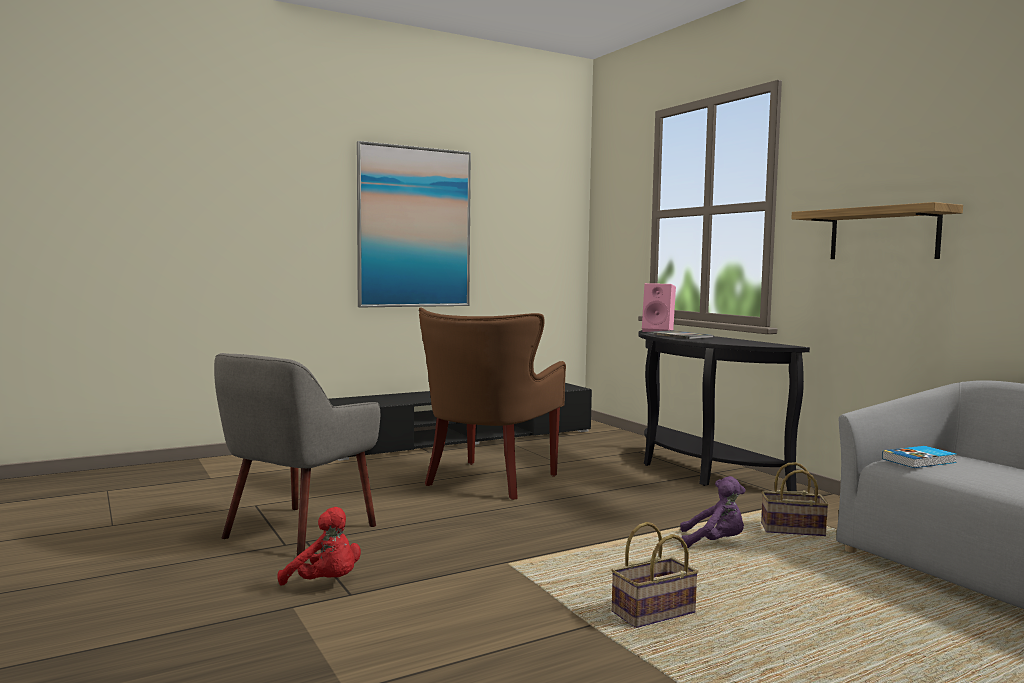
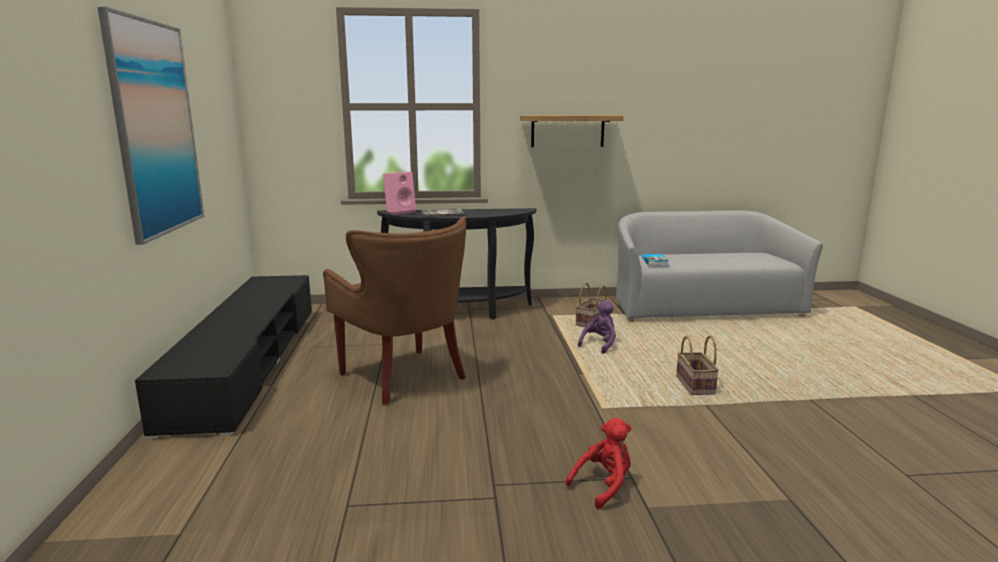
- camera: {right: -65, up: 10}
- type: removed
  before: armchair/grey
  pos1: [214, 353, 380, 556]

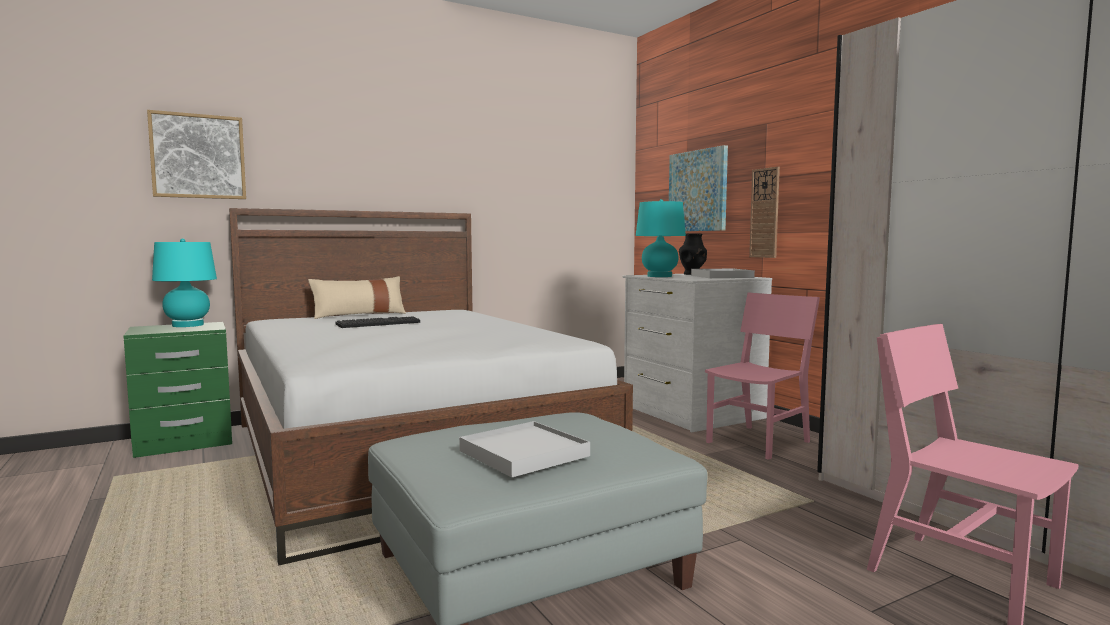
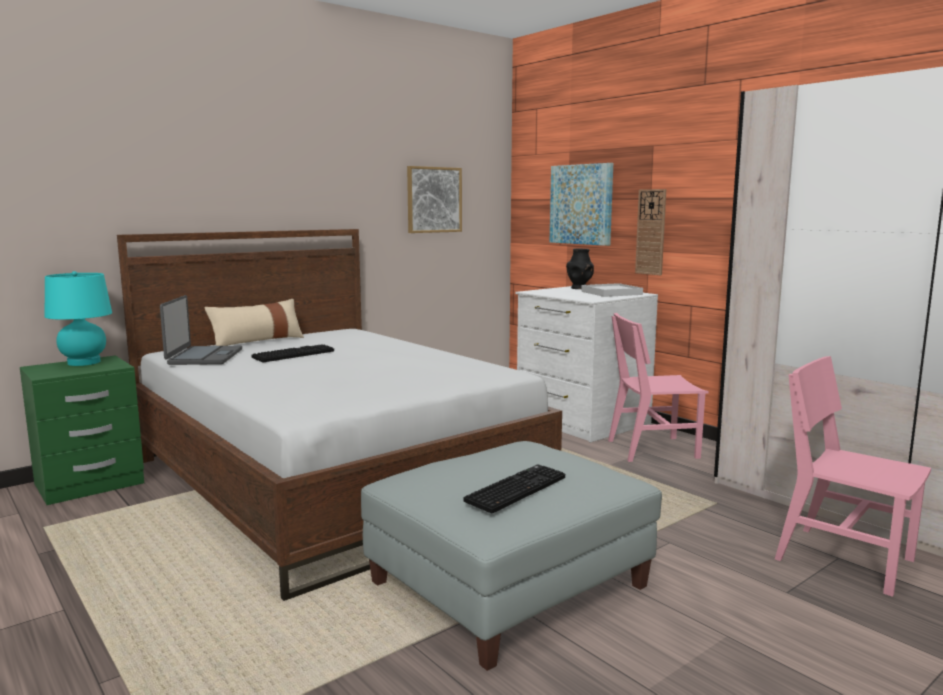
- camera: {right: -10, up: 5}
- type: added
  after: laptop
  pos2: [160, 295, 242, 365]
- type: moved
  before: picture
  pos1: [147, 110, 246, 199]
  pos2: [407, 166, 462, 233]
- type: replaced
  before: tray/white
  after: keyboard
  pos1: [459, 421, 590, 477]
  pos2: [463, 464, 565, 514]
- type: turned
  before: chair/pink
  pos1: [705, 292, 820, 460]
  pos2: [608, 313, 708, 462]
  turn: -135
- type: removed
  before: table lamp/turquoise
  pos1: [636, 199, 686, 277]

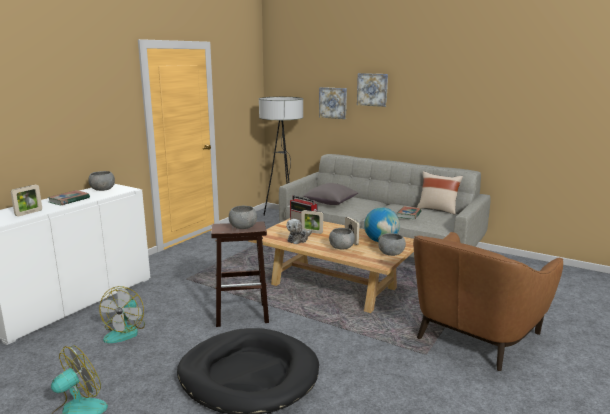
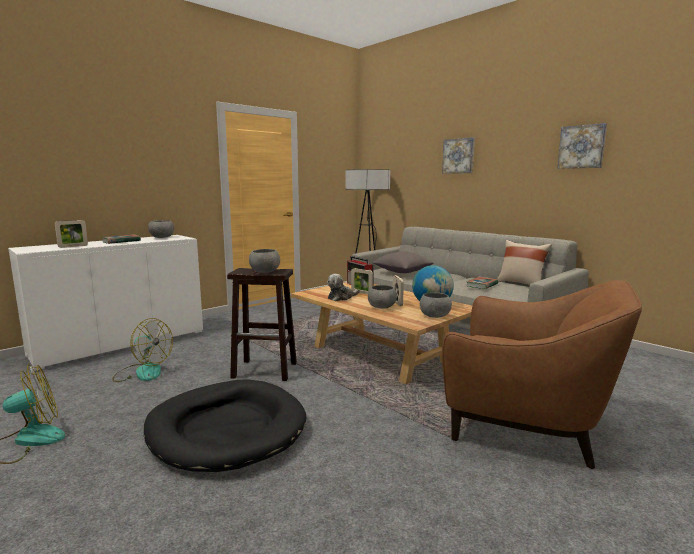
- camera: {right: 15, up: -5}
- type: turned
  before: fan
  pos1: [99, 286, 145, 343]
  pos2: [112, 318, 173, 382]
  turn: -90
- type: turned
  before: armchair/brown
  pos1: [413, 232, 563, 371]
  pos2: [442, 280, 642, 469]
  turn: -120
- type: moved
  before: picture
  pos1: [319, 87, 347, 119]
  pos2: [557, 123, 607, 169]

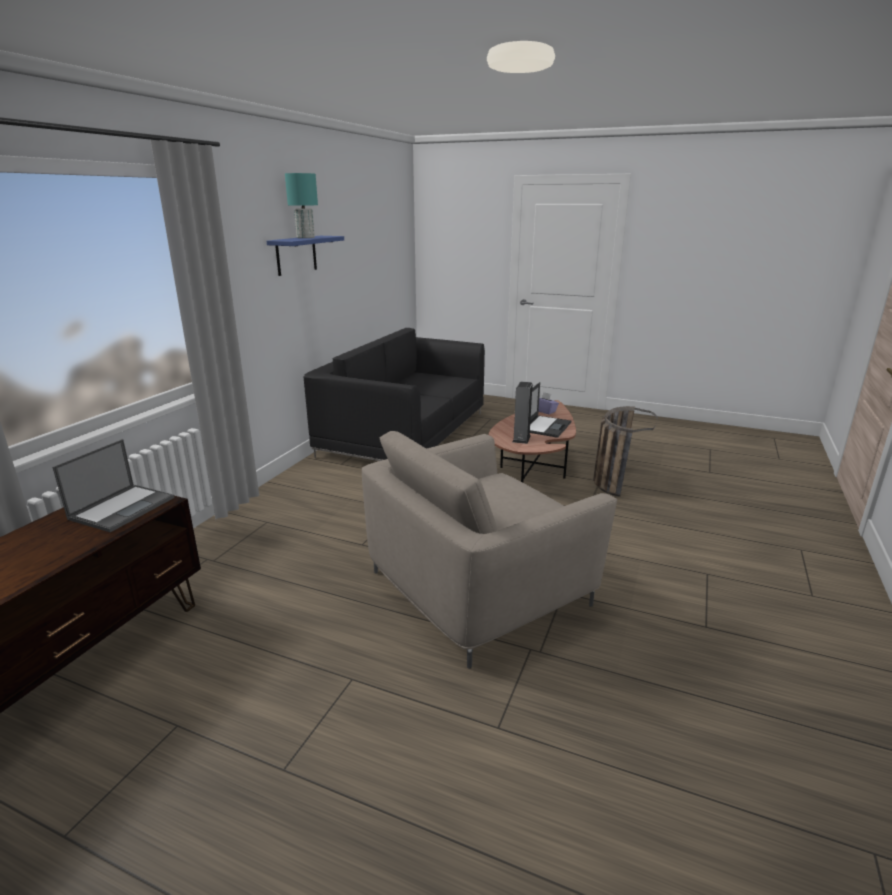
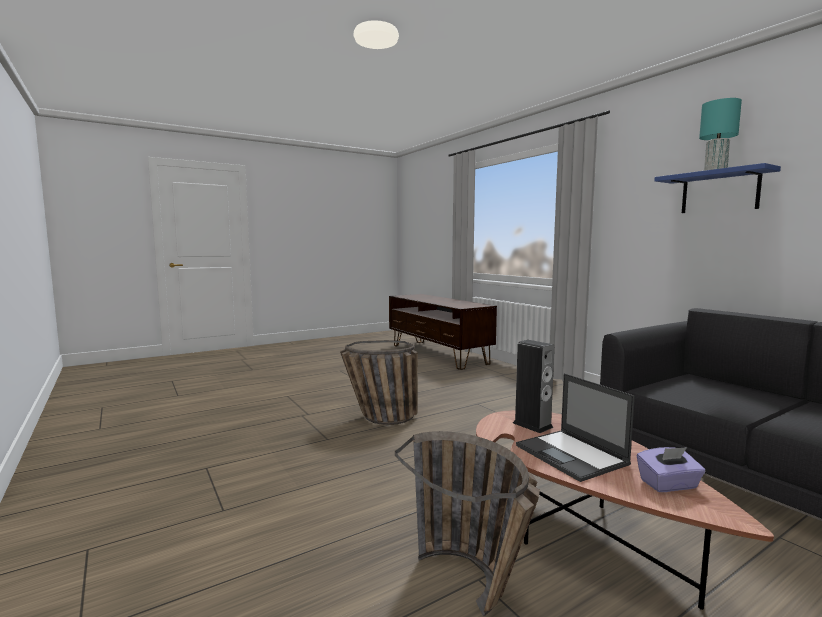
- camera: {right: 125, up: -15}
- type: replaced
  before: armchair/beige
  after: basket
  pos1: [362, 431, 617, 669]
  pos2: [340, 340, 418, 425]
- type: removed
  before: laptop
  pos1: [53, 439, 174, 532]

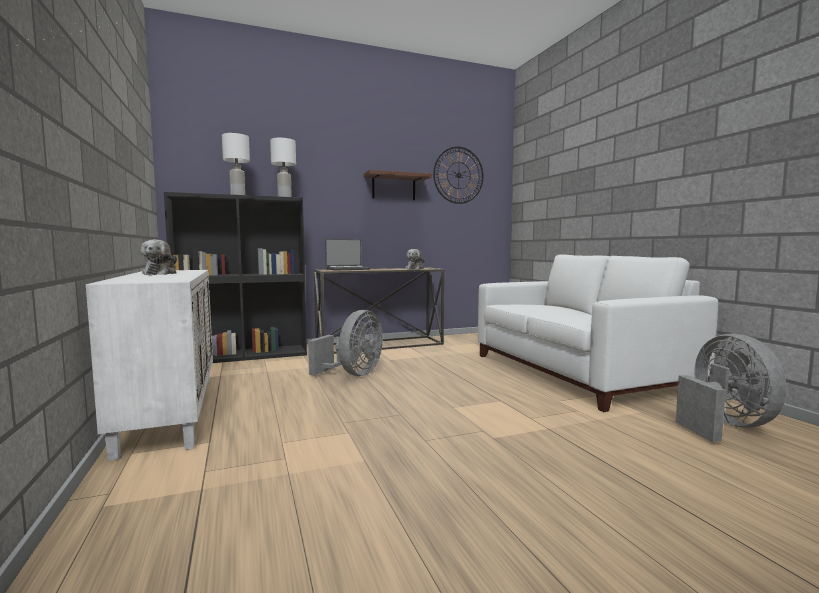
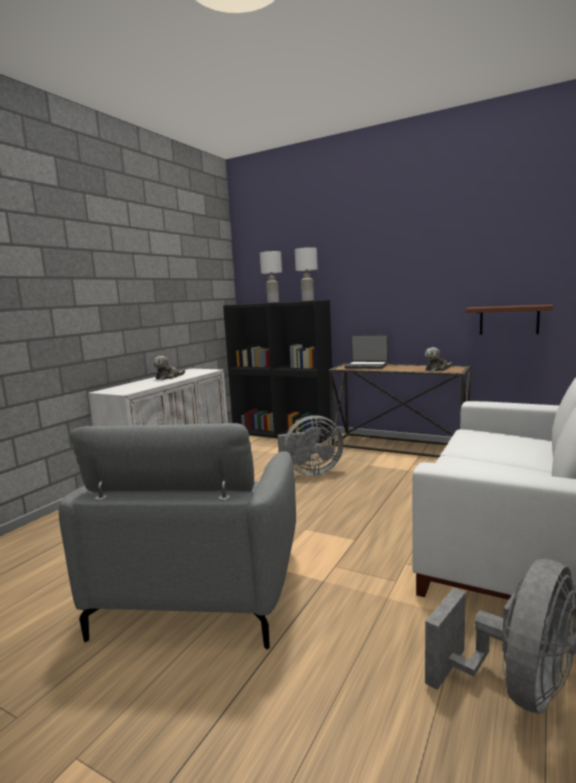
- camera: {right: 50, up: 5}
- type: added
  after: armchair/grey
  pos2: [59, 423, 296, 649]
- type: moved
  before: shelf/brown
  pos1: [363, 170, 432, 200]
  pos2: [465, 304, 553, 335]
- type: removed
  before: wall clock
  pos1: [433, 147, 483, 204]

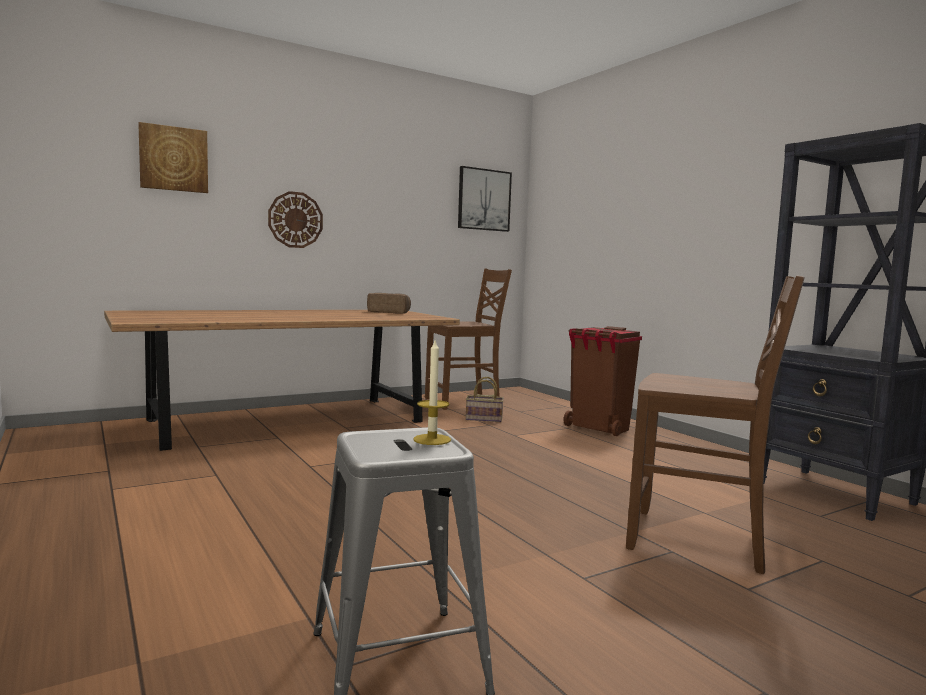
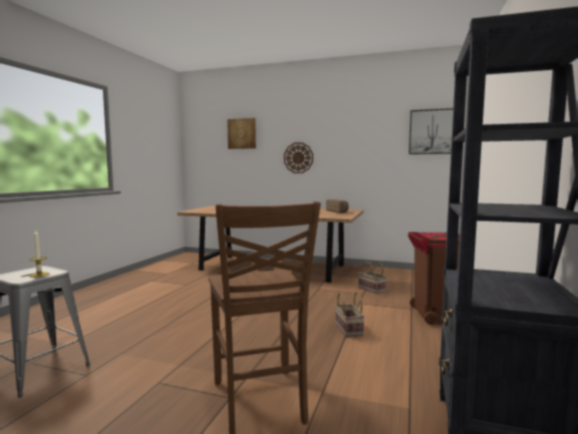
- camera: {right: 50, up: 0}
- type: added
  after: basket
  pos2: [335, 291, 365, 337]
- type: removed
  before: chair/brown
  pos1: [425, 269, 512, 410]

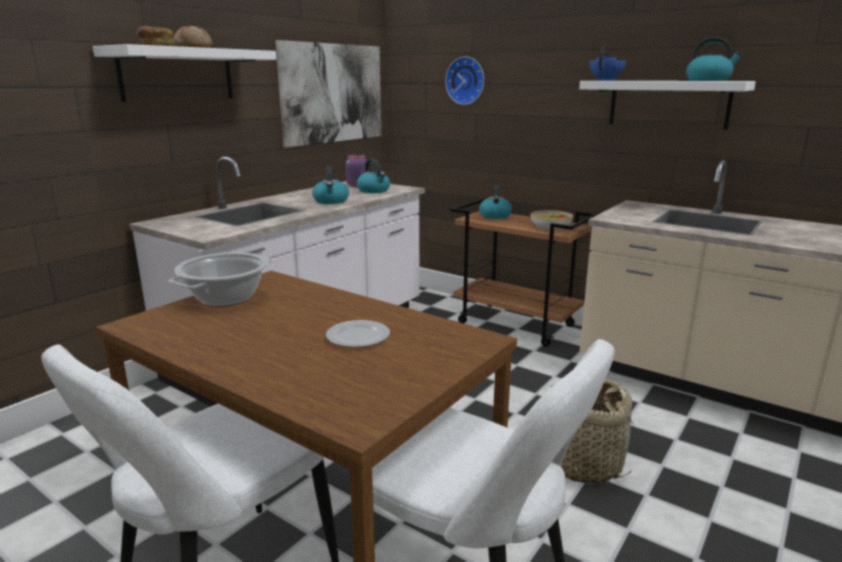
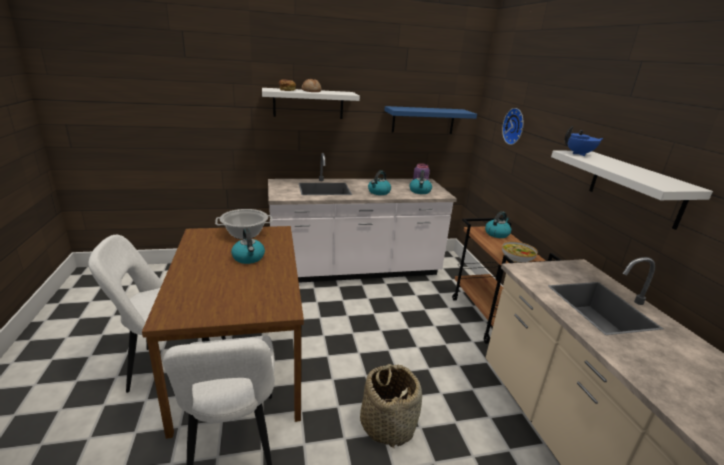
- camera: {right: 40, up: 5}
- type: moved
  before: kettle
  pos1: [686, 37, 743, 81]
  pos2: [231, 228, 265, 264]
- type: replaced
  before: picture
  after: shelf/blue
  pos1: [275, 40, 381, 148]
  pos2: [384, 106, 477, 134]
- type: removed
  before: plate
  pos1: [326, 320, 390, 347]

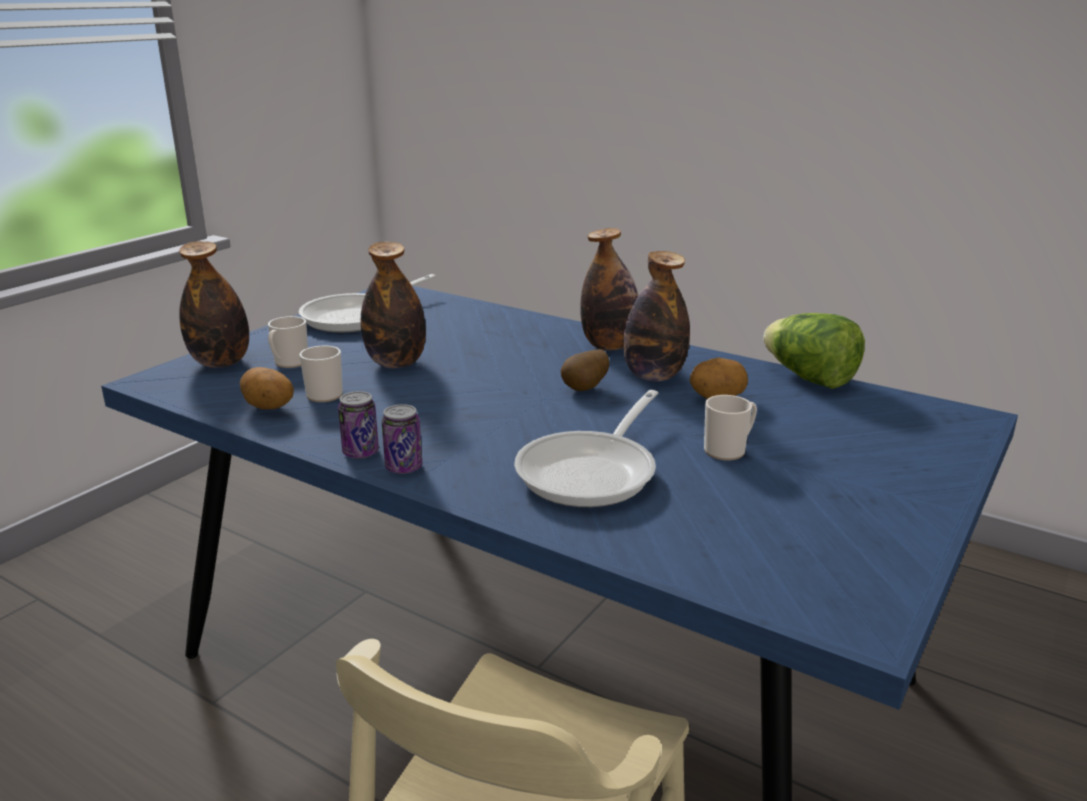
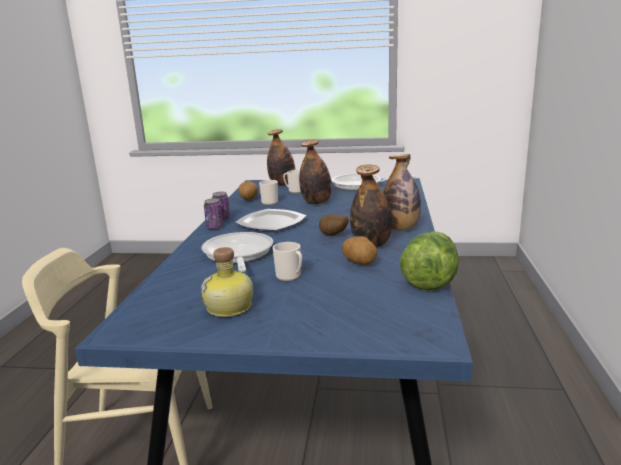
- camera: {right: 65, up: -5}
- type: turned
  before: frying pan
  pos1: [514, 390, 658, 507]
  pos2: [201, 232, 273, 272]
  turn: 75
- type: added
  after: bottle
  pos2: [201, 247, 253, 317]
- type: added
  after: plate
  pos2: [235, 209, 307, 231]

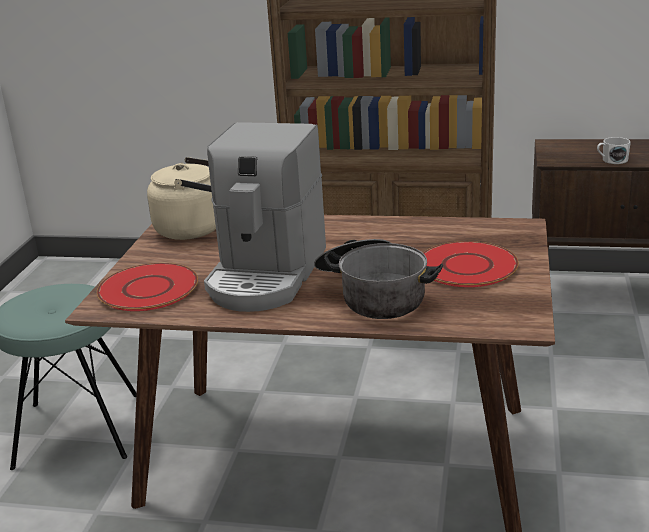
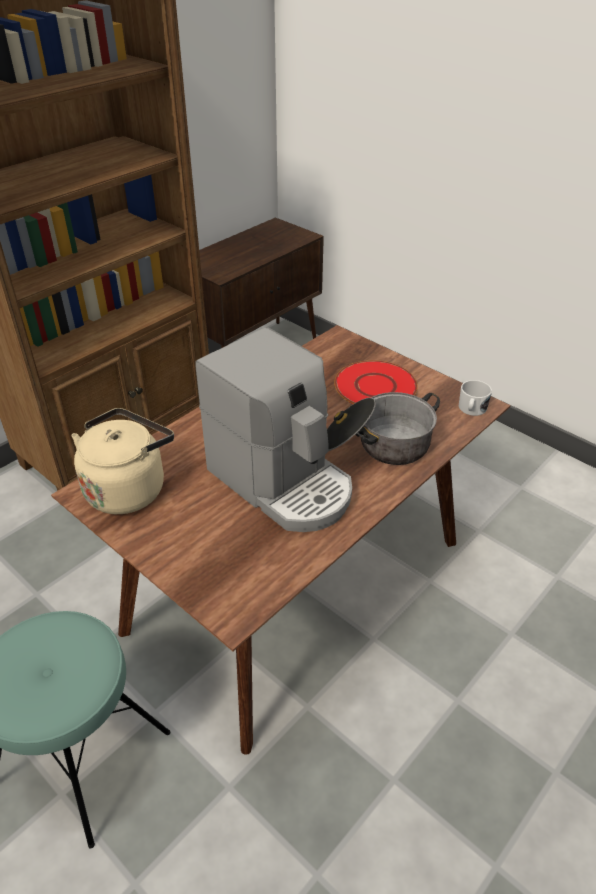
- camera: {right: -60, up: 15}
- type: moved
  before: mug/white
  pos1: [597, 137, 631, 164]
  pos2: [459, 380, 492, 416]
- type: removed
  before: plate/red
  pos1: [97, 263, 198, 311]

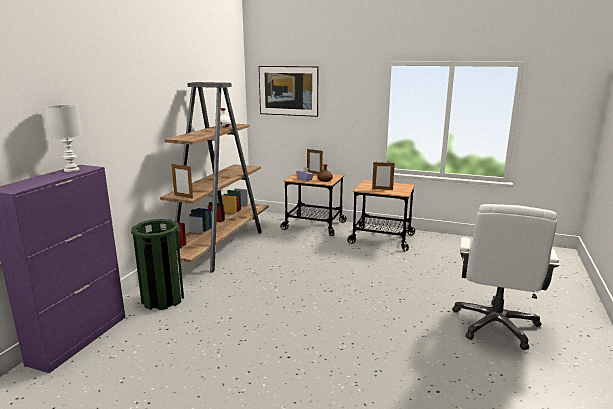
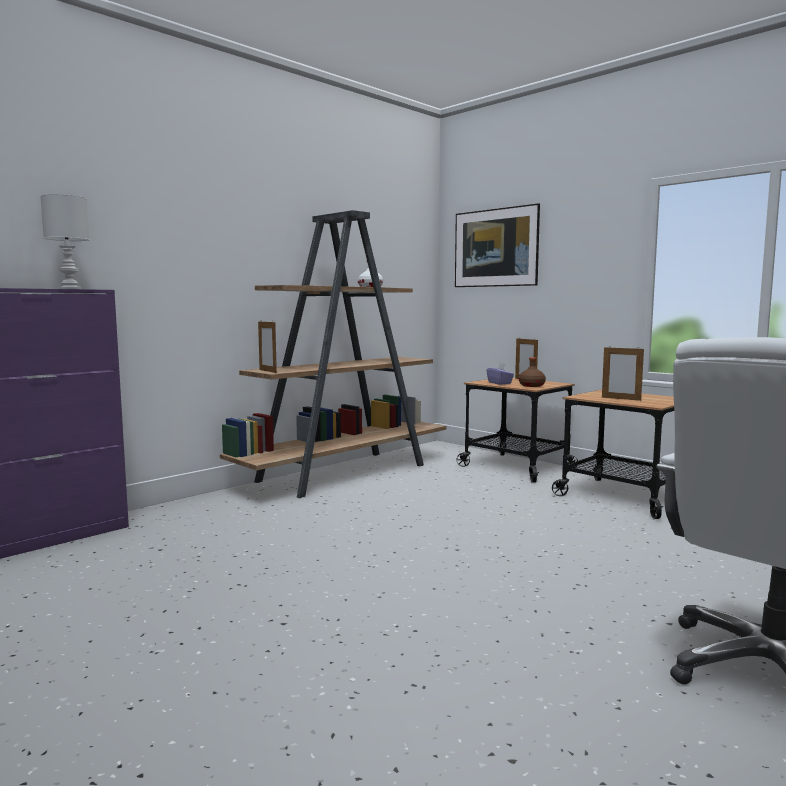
- camera: {right: 25, up: -10}
- type: removed
  before: trash can/green
  pos1: [131, 219, 184, 310]

